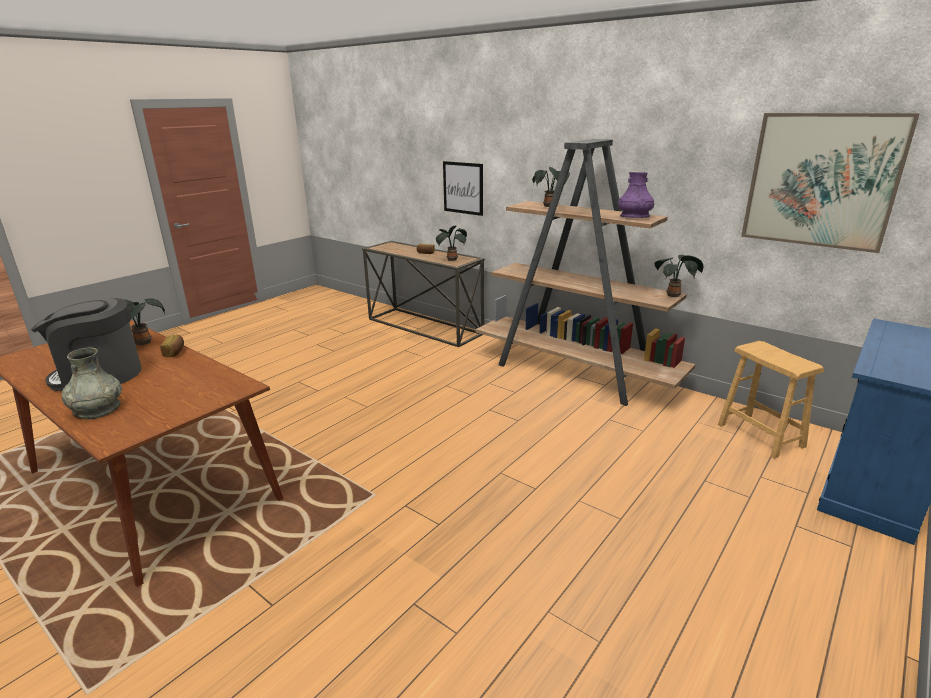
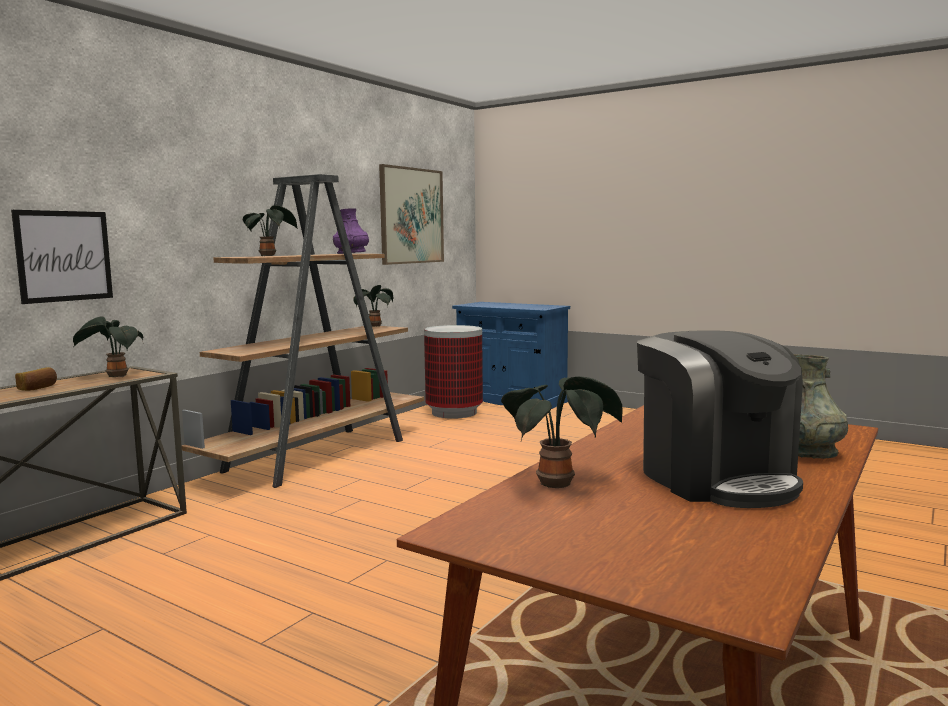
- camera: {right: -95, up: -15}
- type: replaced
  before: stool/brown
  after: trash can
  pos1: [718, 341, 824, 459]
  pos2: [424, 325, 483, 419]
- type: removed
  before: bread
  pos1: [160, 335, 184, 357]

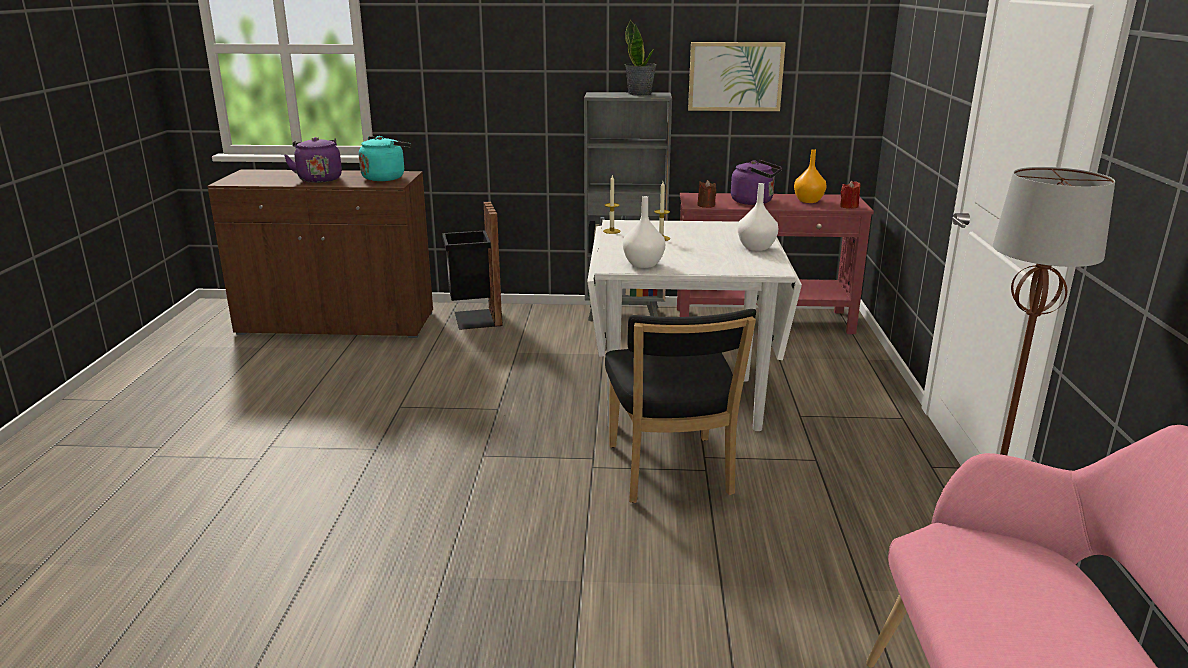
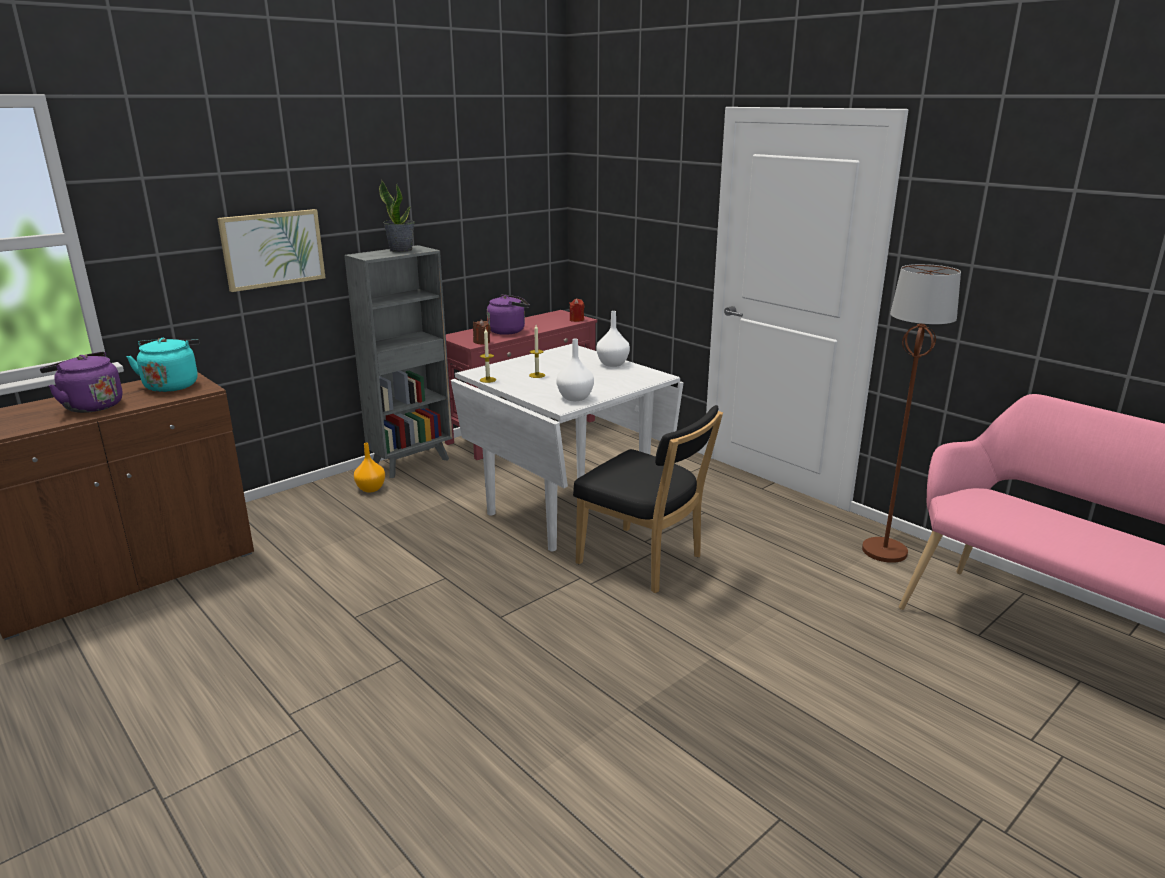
- camera: {right: -45, up: 0}
- type: moved
  before: picture
  pos1: [688, 42, 786, 111]
  pos2: [217, 209, 325, 292]
- type: moved
  before: vase/orange
  pos1: [794, 149, 826, 203]
  pos2: [354, 443, 385, 492]
- type: removed
  before: trash can/black
  pos1: [442, 201, 503, 330]

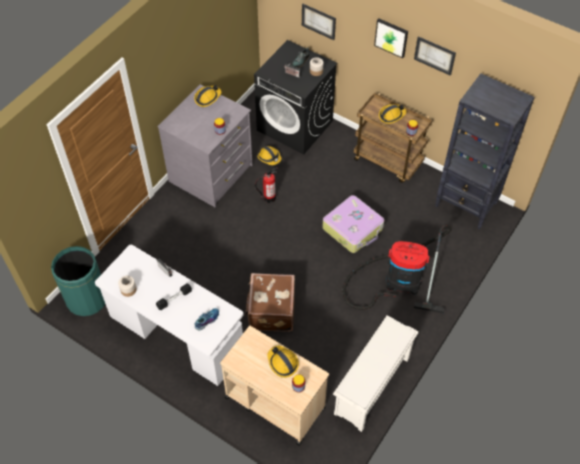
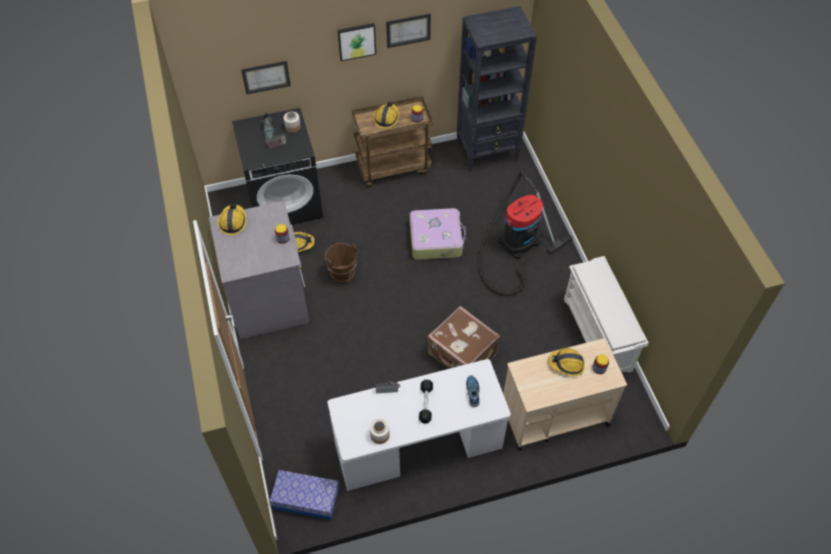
- camera: {right: -50, up: 0}
- type: replaced
  before: trash can/green
  after: storage box
  pos1: [51, 246, 105, 316]
  pos2: [269, 470, 339, 520]
- type: replaced
  before: fire extinguisher
  after: bucket/brown
  pos1: [255, 167, 278, 203]
  pos2: [325, 243, 357, 284]

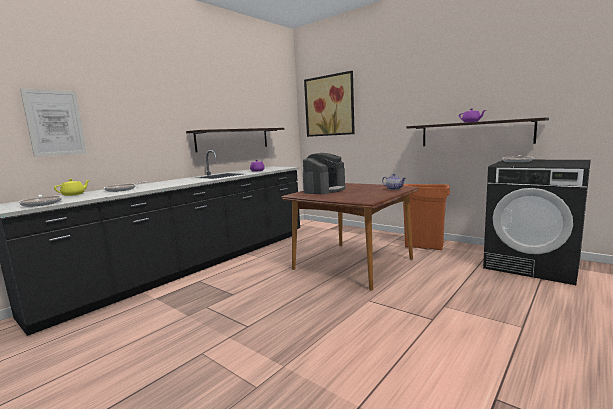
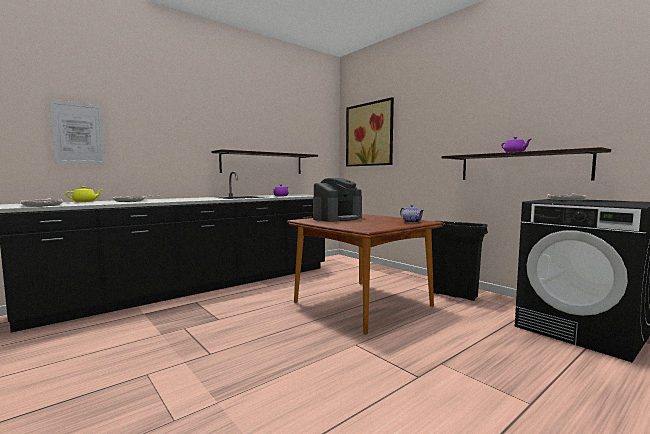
- camera: {right: 10, up: -5}
- type: recoloured
  before: trash can/orange
  after: trash can/black
  pos1: [403, 184, 450, 250]
  pos2: [431, 221, 488, 301]

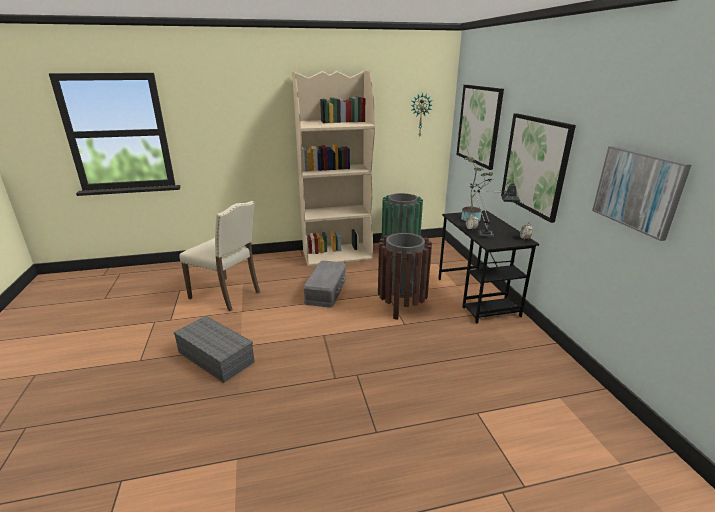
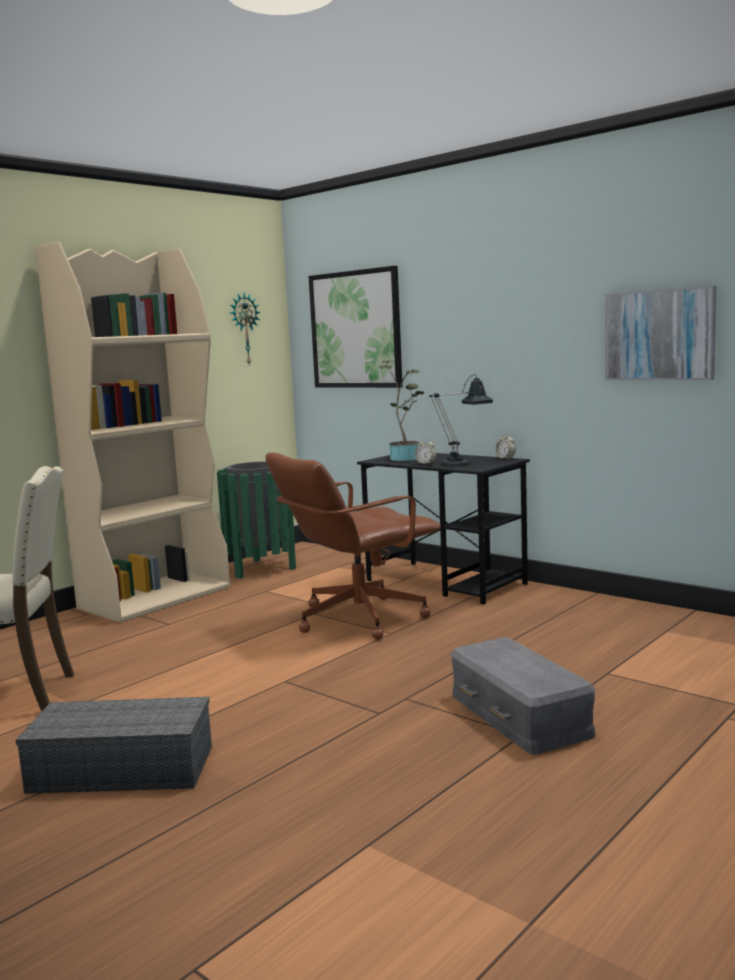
- camera: {right: -35, up: -15}
- type: replaced
  before: trash can/brown
  after: office chair/brown
  pos1: [378, 233, 432, 320]
  pos2: [265, 452, 441, 640]
- type: moved
  before: storage box/grey
  pos1: [303, 261, 346, 308]
  pos2: [451, 638, 596, 755]
- type: removed
  before: picture
  pos1: [501, 113, 576, 223]

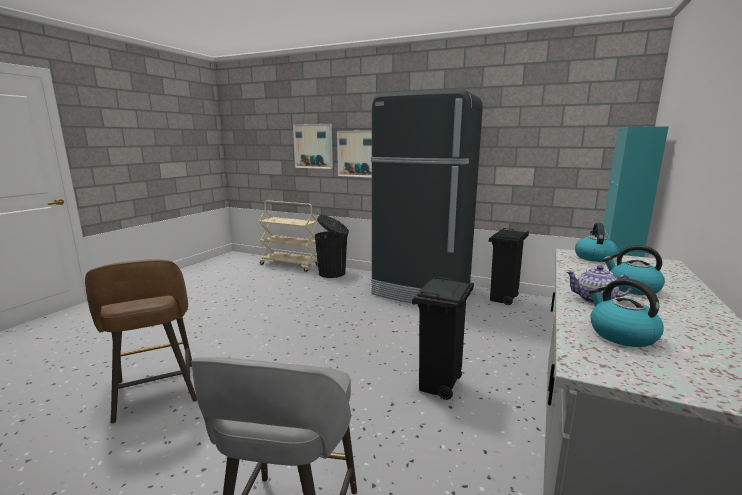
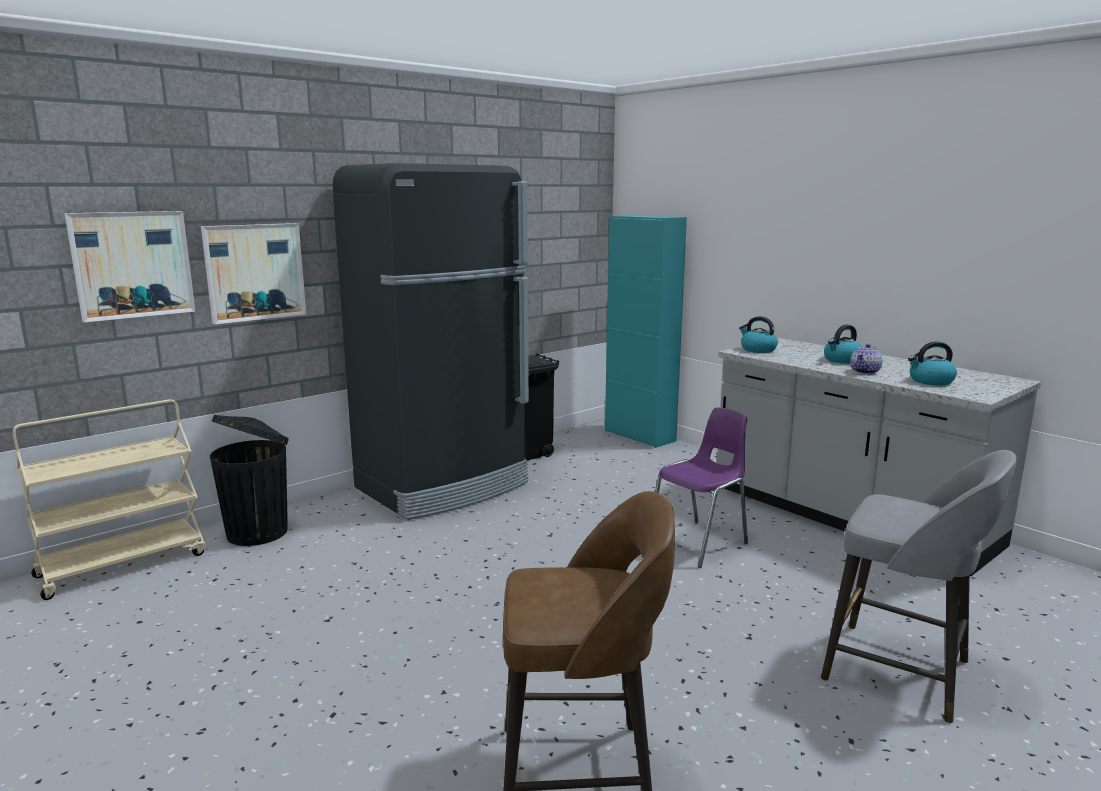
- camera: {right: -65, up: 0}
- type: replaced
  before: trash can/black
  after: chair/purple
  pos1: [412, 277, 474, 400]
  pos2: [655, 407, 748, 568]

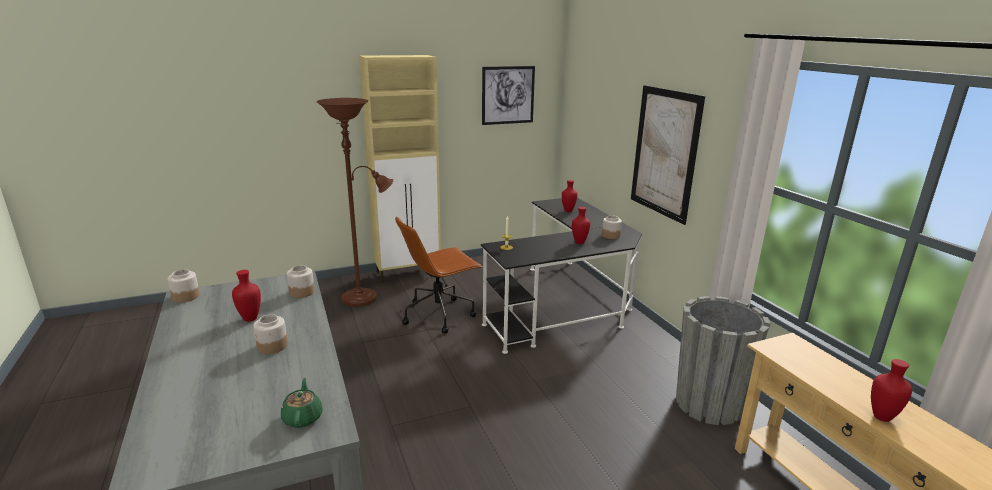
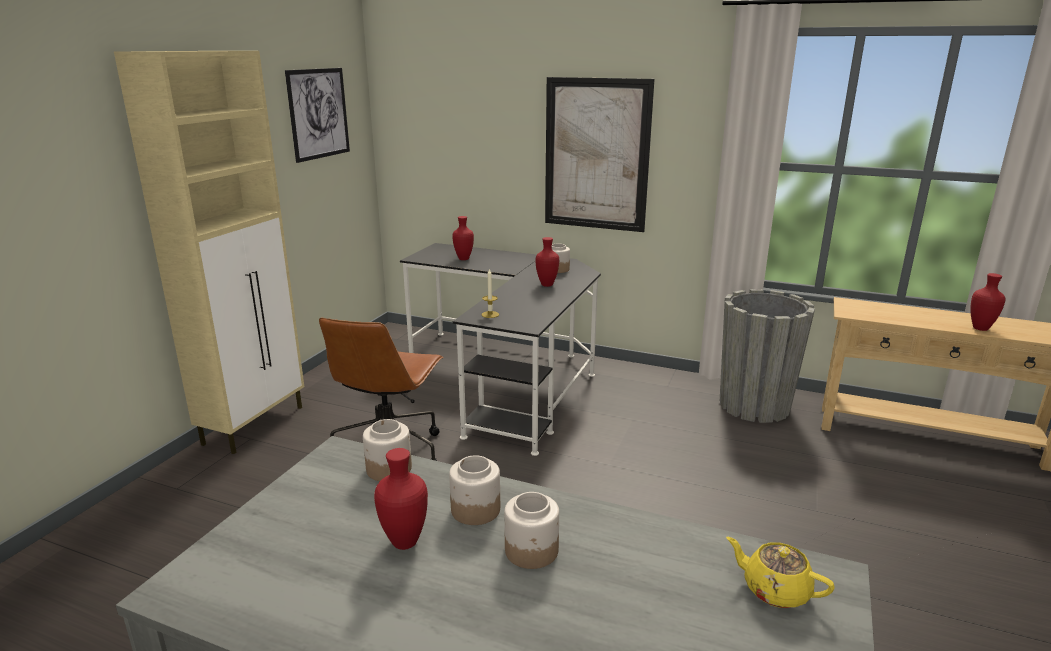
- camera: {right: -45, up: 0}
- type: moved
  before: jar
  pos1: [168, 269, 200, 303]
  pos2: [449, 455, 500, 525]
- type: recoloured
  before: teapot/green
  after: teapot/yellow
  pos1: [281, 378, 323, 428]
  pos2: [726, 537, 835, 608]
- type: removed
  before: floor lamp/brown
  pos1: [316, 98, 393, 307]

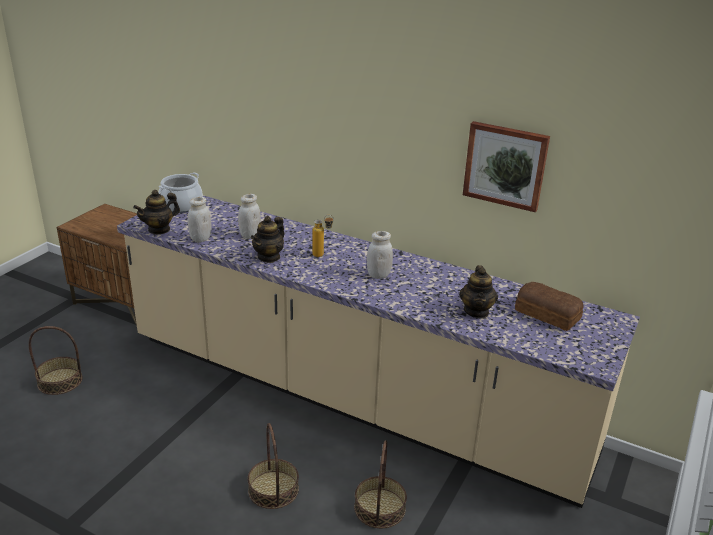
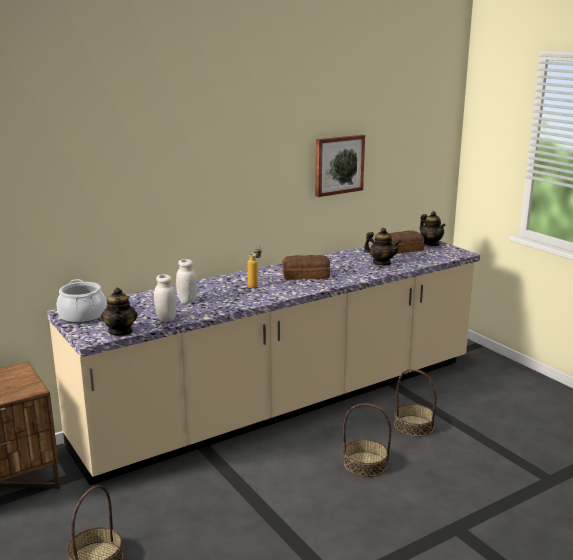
- camera: {right: -60, up: -10}
- type: replaced
  before: jar/white
  after: bread
  pos1: [367, 231, 393, 279]
  pos2: [282, 255, 330, 280]
- type: moved
  before: teapot
  pos1: [251, 216, 285, 263]
  pos2: [420, 211, 446, 246]

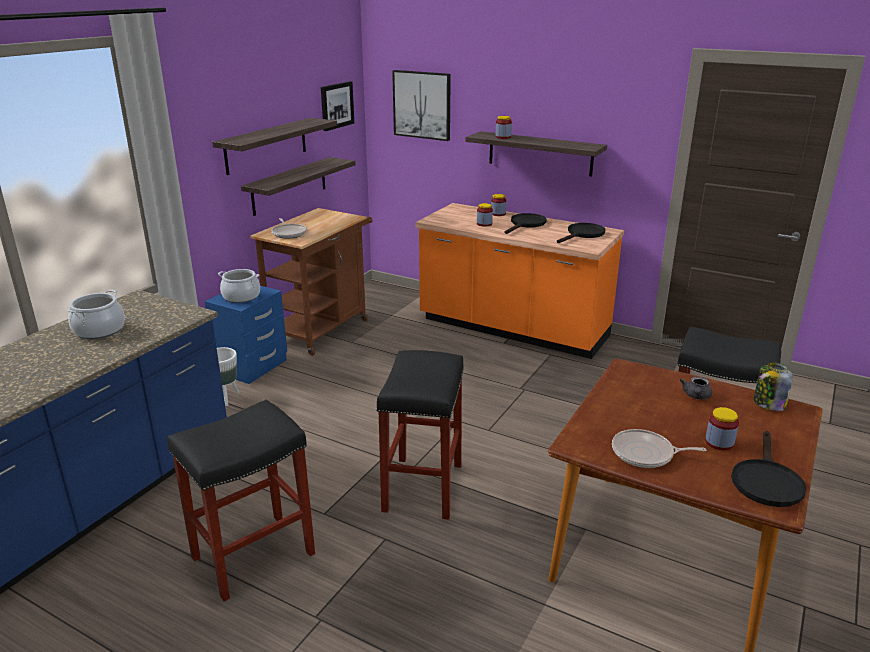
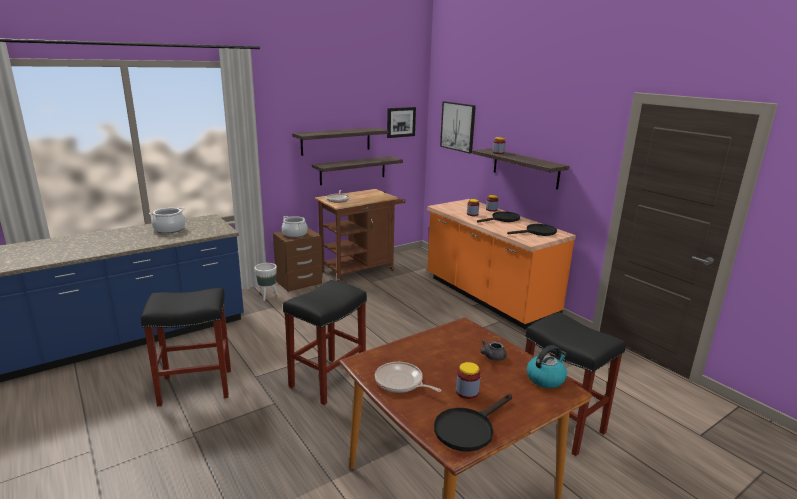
- camera: {right: 25, up: -5}
- type: recoloured
  before: nightstand/blue
  after: nightstand/brown
  pos1: [205, 286, 287, 384]
  pos2: [273, 227, 323, 292]
- type: replaced
  before: jar
  after: kettle
  pos1: [754, 362, 793, 411]
  pos2: [526, 345, 567, 388]

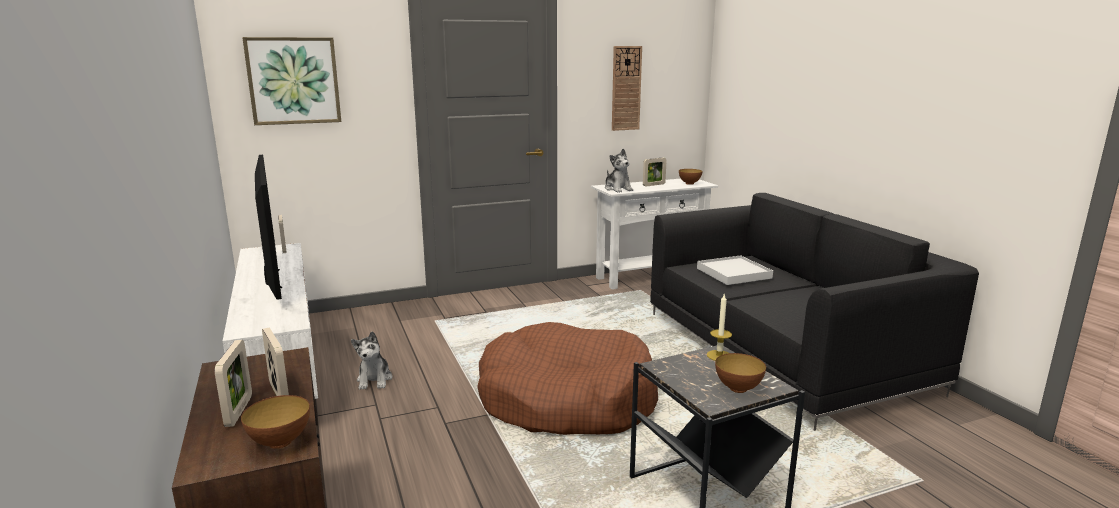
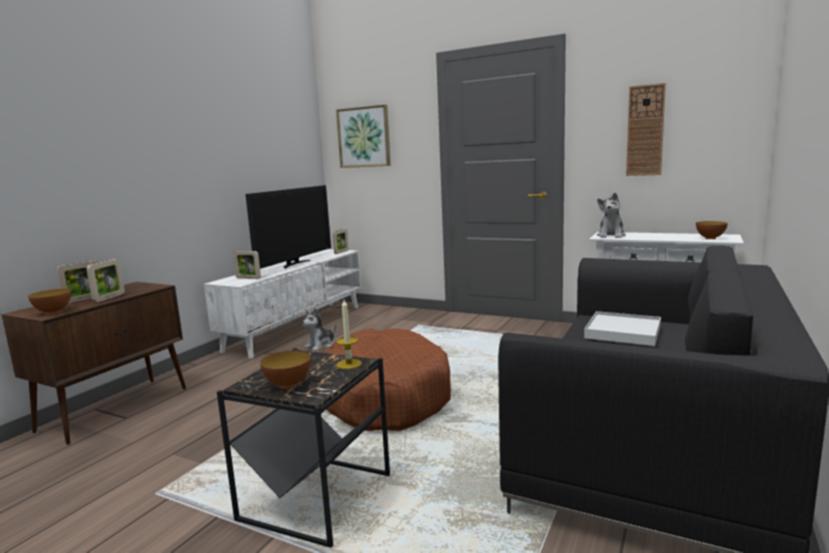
- camera: {right: 50, up: -5}
- type: moved
  before: picture frame
  pos1: [643, 158, 667, 187]
  pos2: [233, 251, 261, 279]

